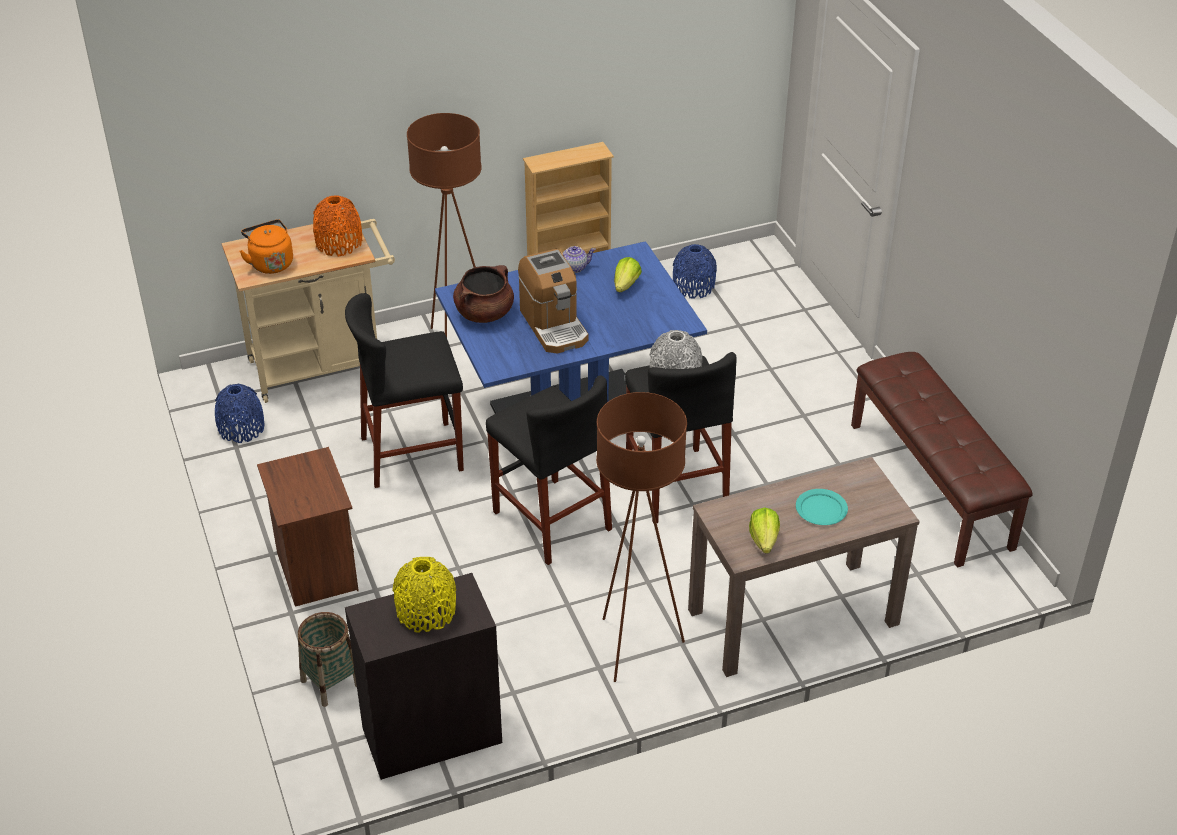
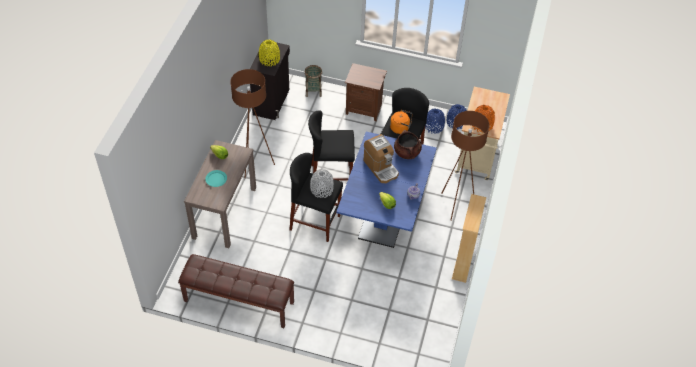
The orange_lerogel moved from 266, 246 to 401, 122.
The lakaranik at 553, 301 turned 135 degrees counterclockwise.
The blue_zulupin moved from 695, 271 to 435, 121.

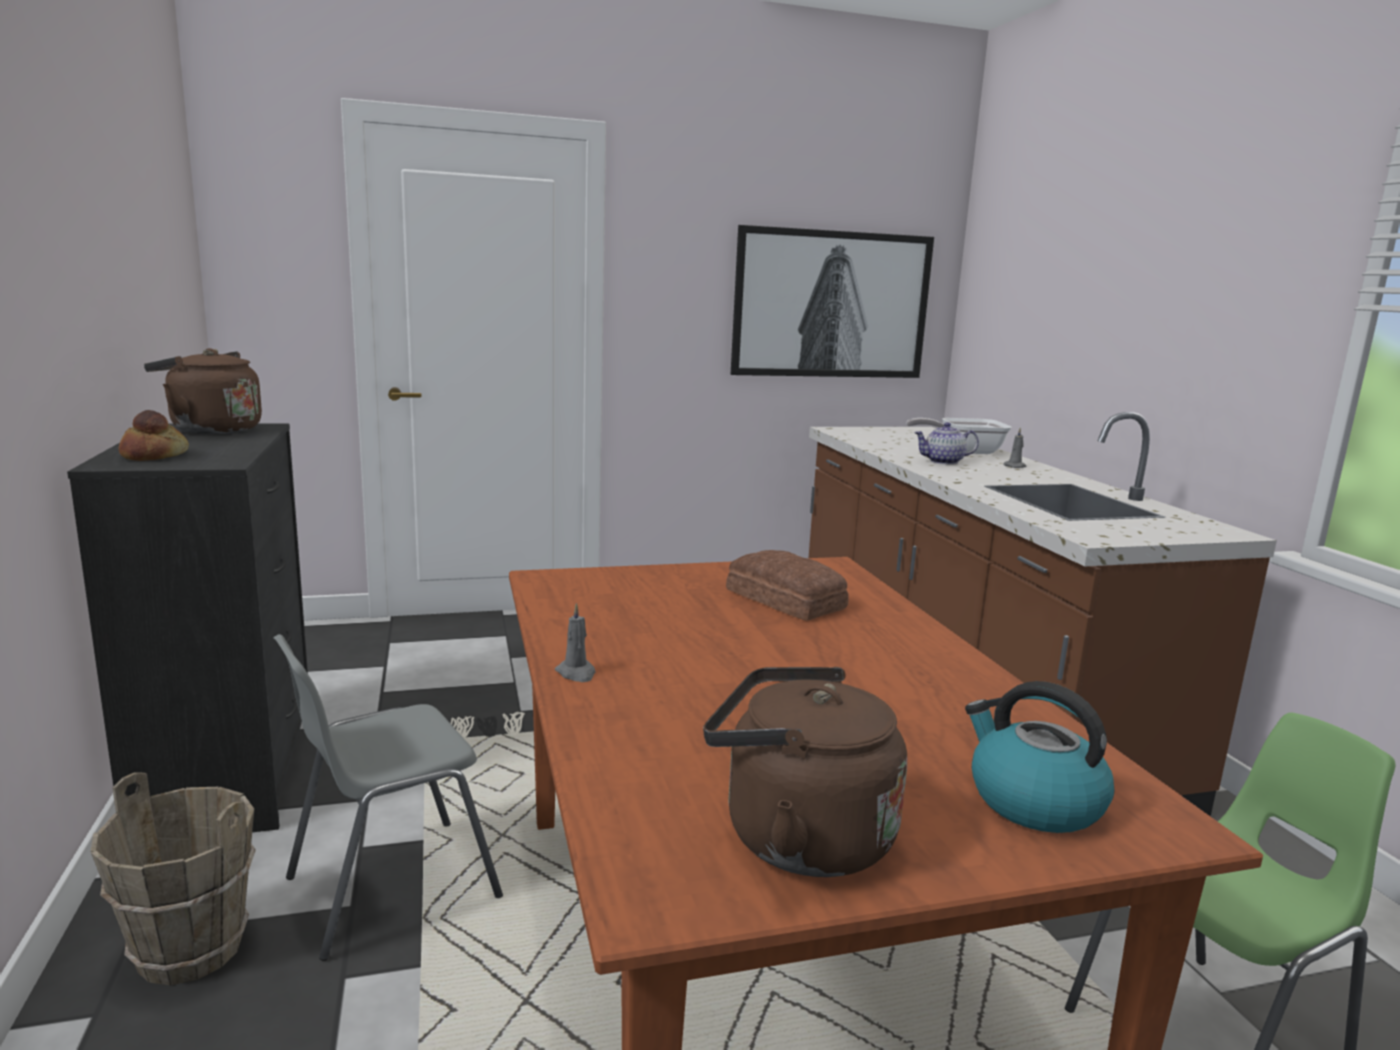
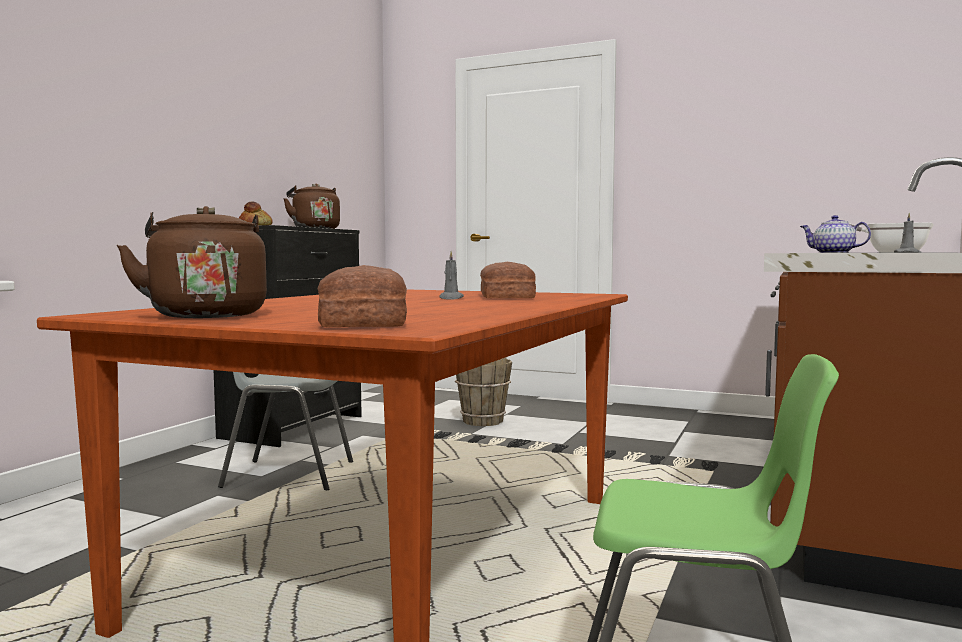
The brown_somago moved from 173, 878 to 483, 391.
The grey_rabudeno moved from 575, 642 to 451, 276.
The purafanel at 832, 301 disappeared.
The lerogel at 1040, 757 was replaced by the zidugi at 362, 296.

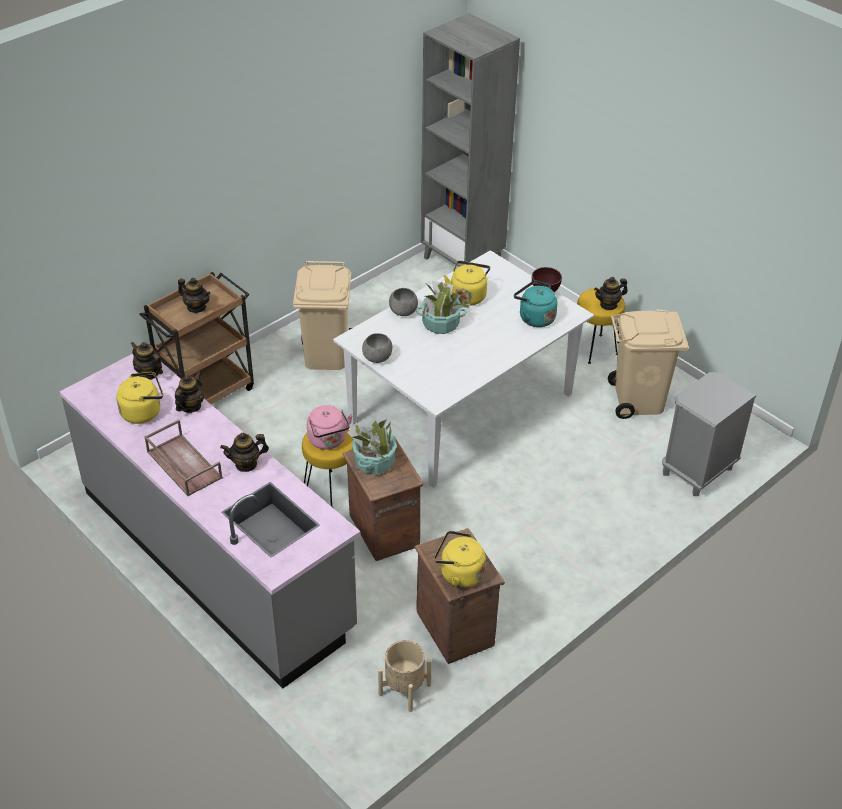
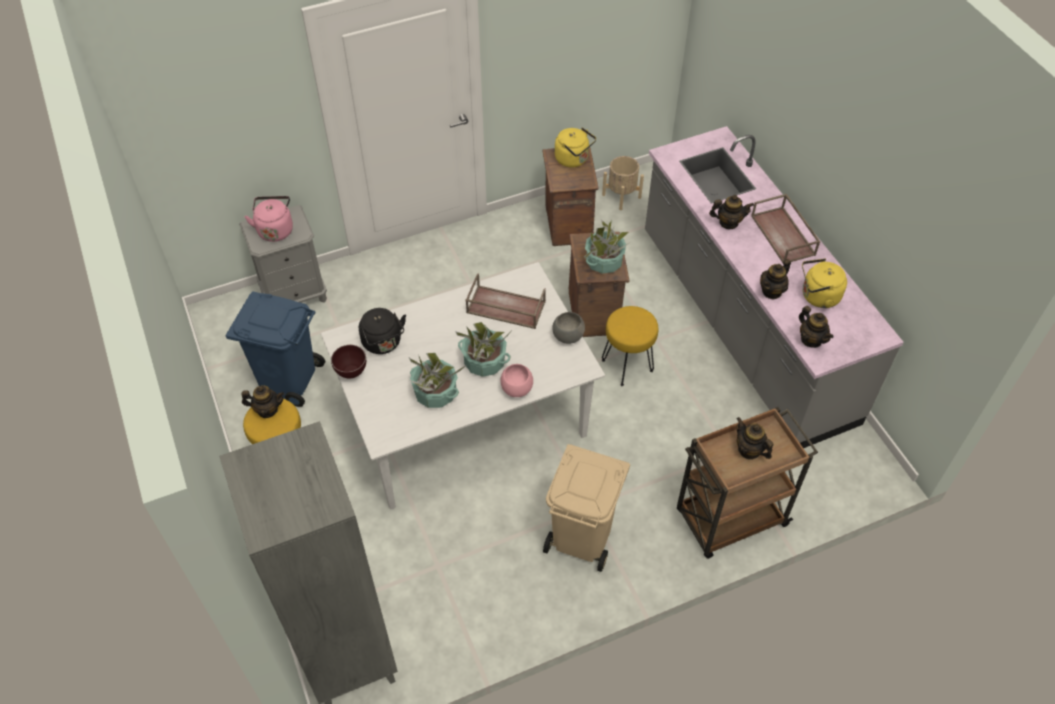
The pink_lerogel moved from 330, 427 to 268, 219.
The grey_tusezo at 403, 302 became the pink_tusezo at 516, 380.
The yellow_lerogel at 467, 283 was replaced by the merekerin at 437, 380.
The turquoise_lerogel at 536, 303 became the black_lerogel at 382, 331.
The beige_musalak at 648, 364 became the blue_musalak at 275, 349.
The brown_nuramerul at 505, 301 appeared.

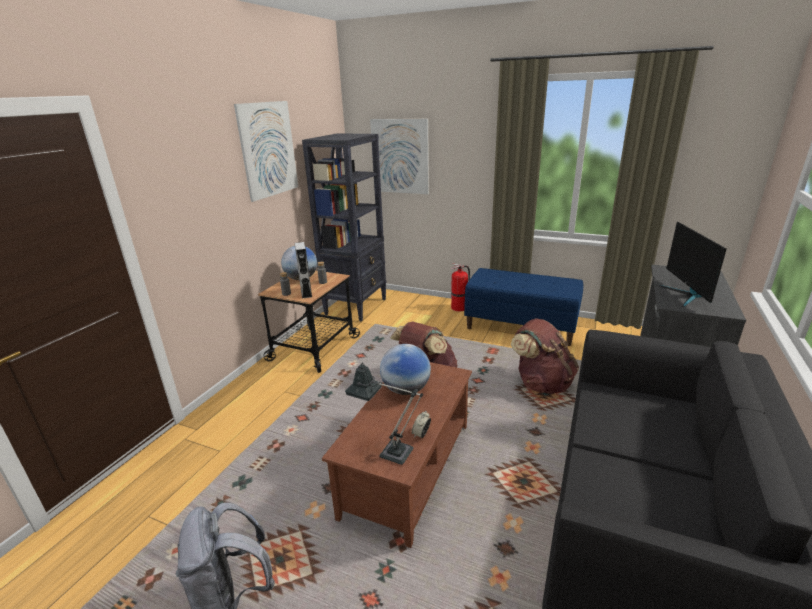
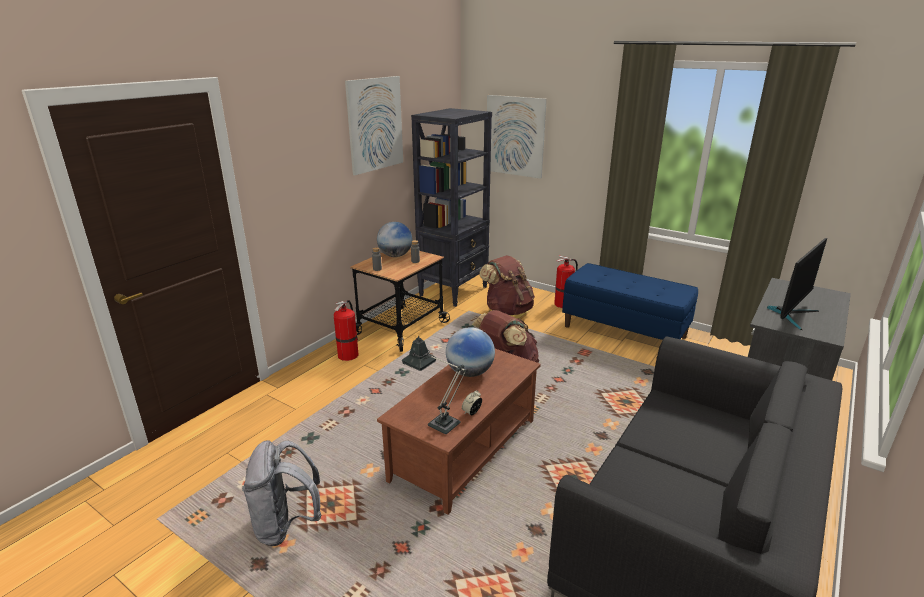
The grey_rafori at 303, 270 disappeared.
The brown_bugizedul moved from 545, 356 to 507, 285.
The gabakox at 693, 264 turned 150 degrees counterclockwise.
The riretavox at 346, 330 appeared.

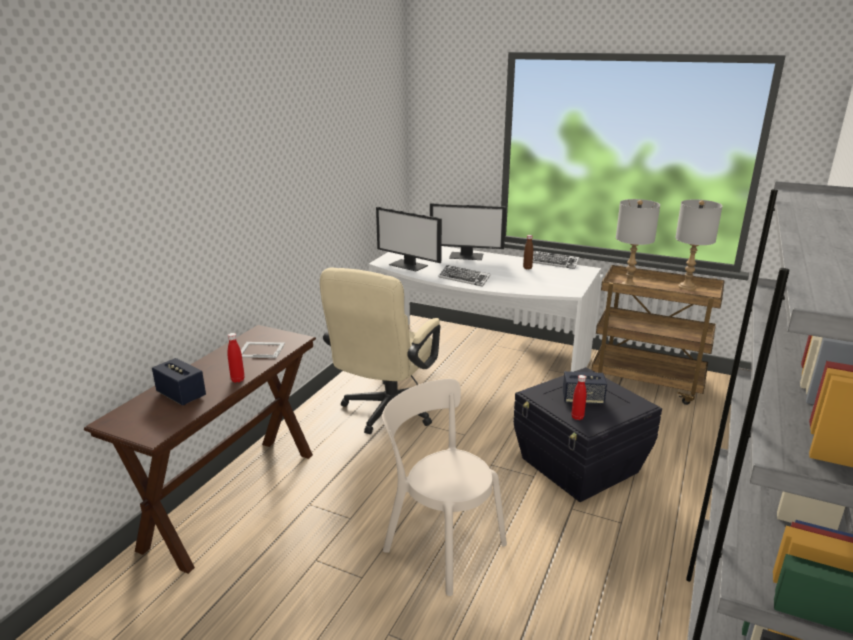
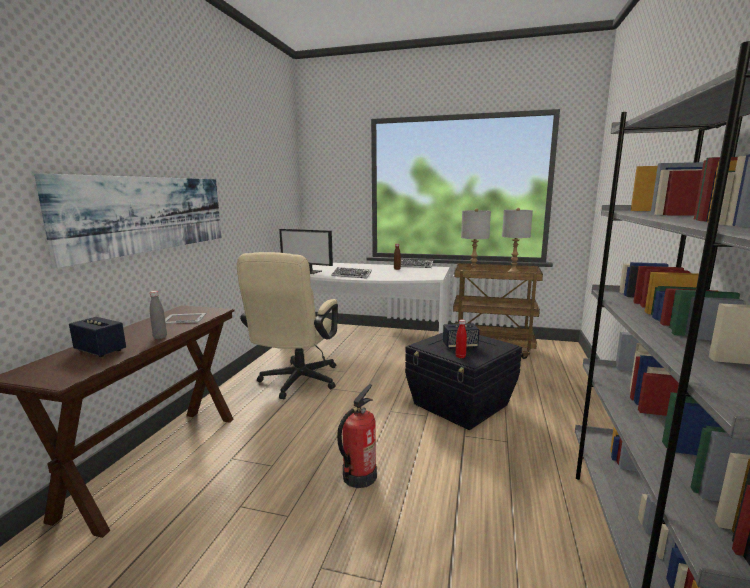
The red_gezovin at 236, 358 became the grey_gezovin at 158, 315.
The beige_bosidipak at 444, 487 was replaced by the riretavox at 357, 436.
The gabakox at 468, 231 disappeared.
The purafanel at 128, 220 appeared.

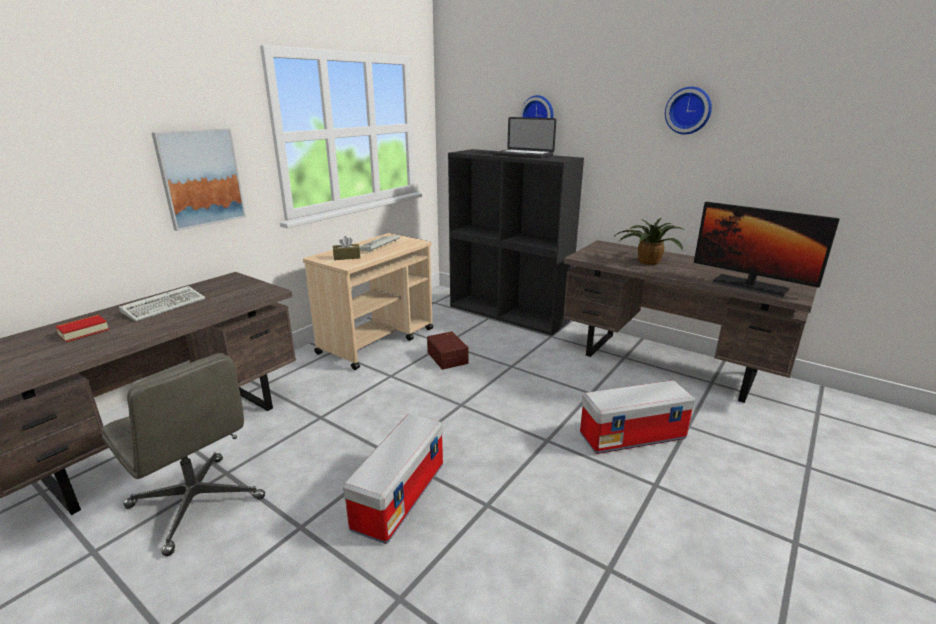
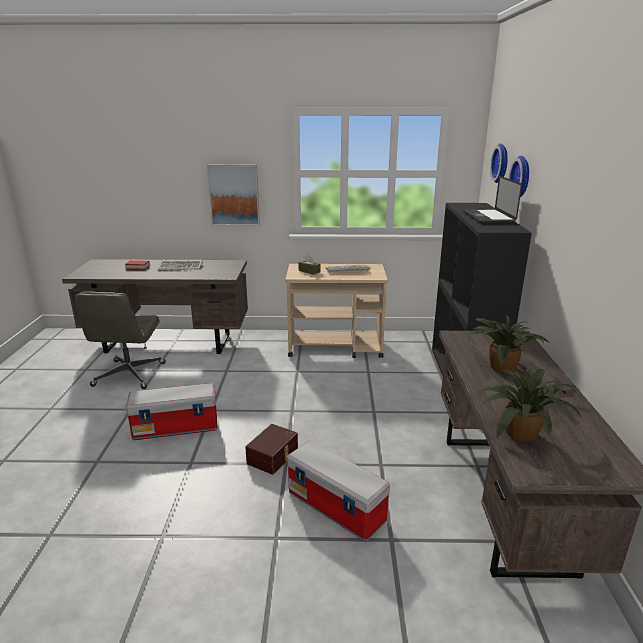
The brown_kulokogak moved from 448, 350 to 271, 449.
The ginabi moved from 688, 110 to 499, 163.
The gabakox at 767, 250 was replaced by the merekerin at 528, 405.

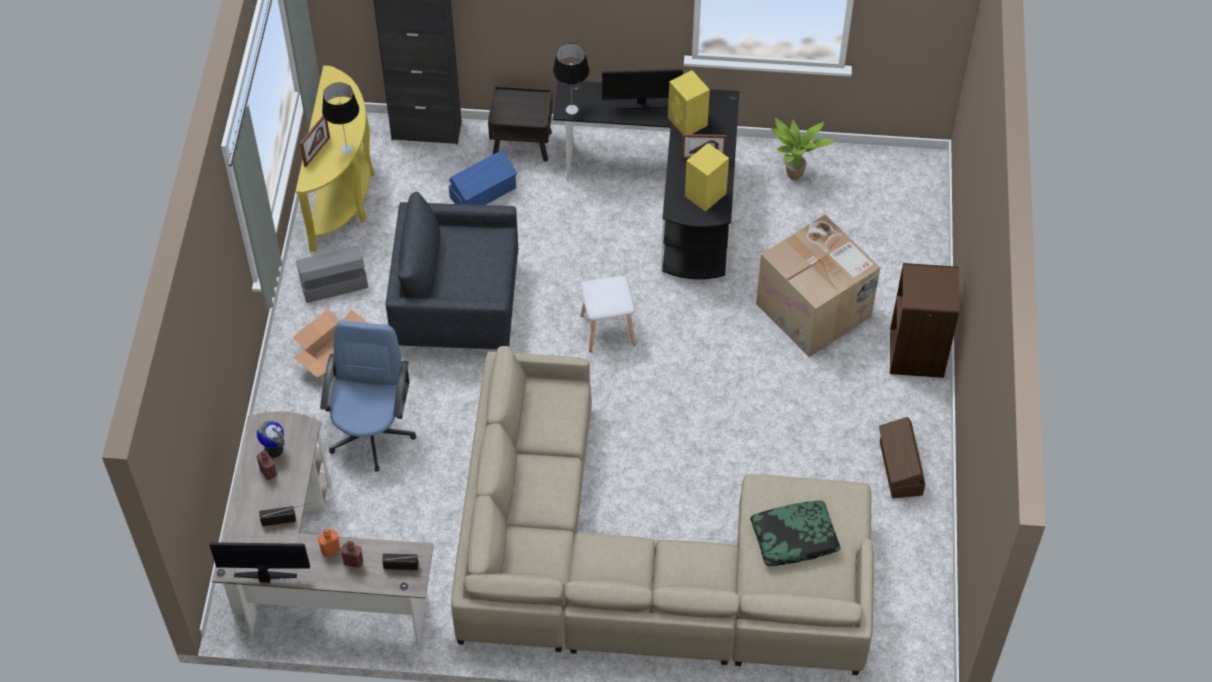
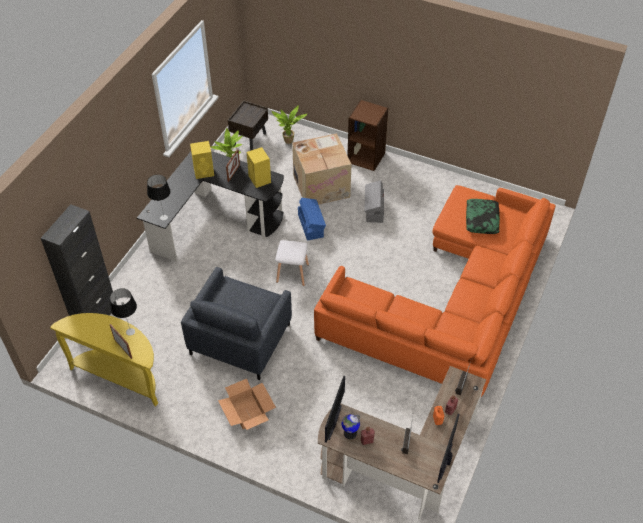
The grey_kulokogak moved from 332, 274 to 374, 201.
The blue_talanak at 368, 396 disappeared.
The blue_kulokogak moved from 483, 177 to 312, 219.
The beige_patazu at 662, 510 became the orange_patazu at 435, 291.
The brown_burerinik moved from 520, 123 to 248, 125.
The gabakox moved from 642, 89 to 335, 409.
The brown_kulokogak at 902, 457 disappeared.
The merekerin at 289, 124 appeared.

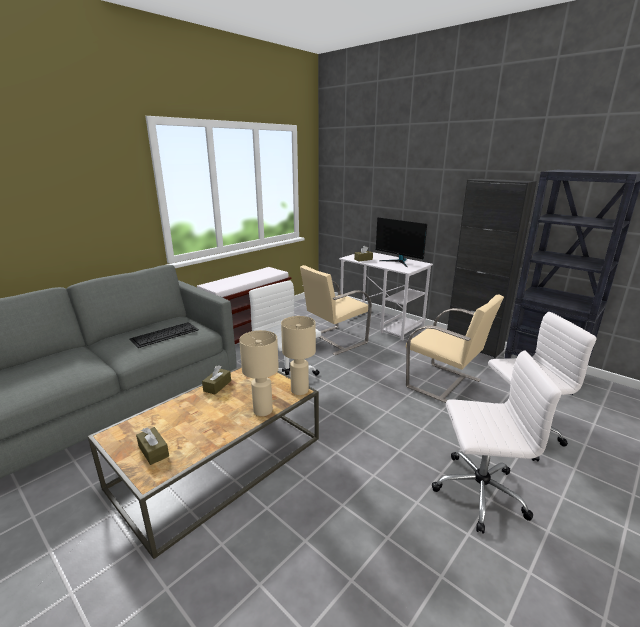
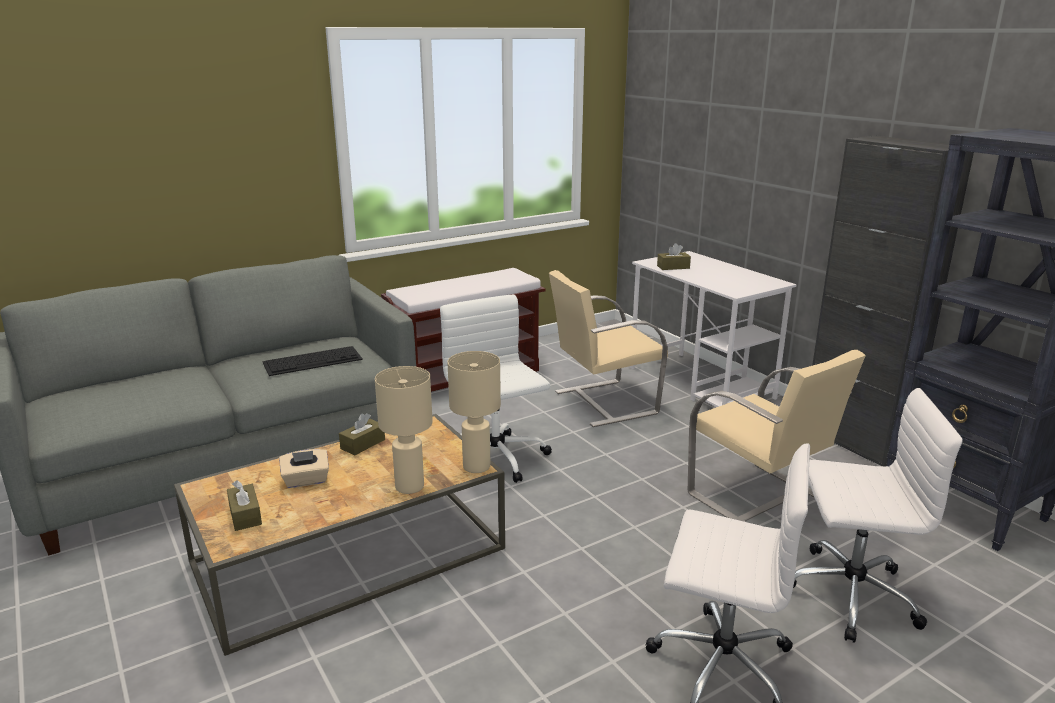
The gabakox at 401, 242 disappeared.
The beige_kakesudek at 304, 468 appeared.

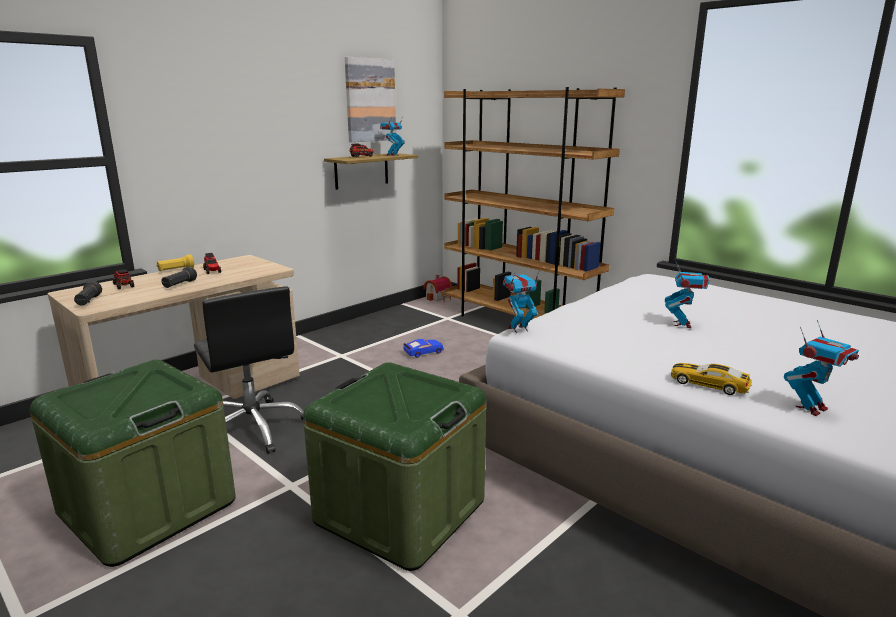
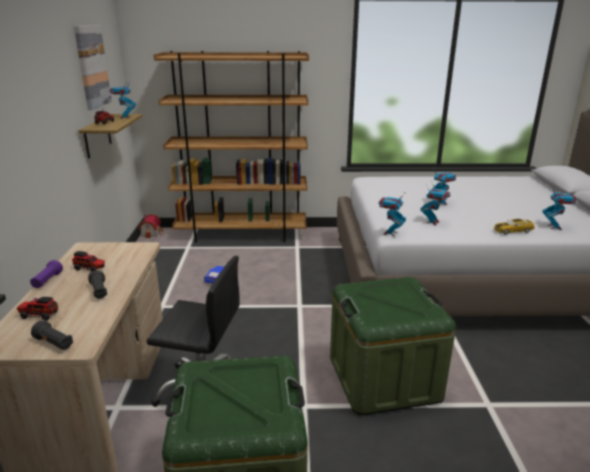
The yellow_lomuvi at 175, 262 became the purple_lomuvi at 46, 274.
The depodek at 435, 202 appeared.

